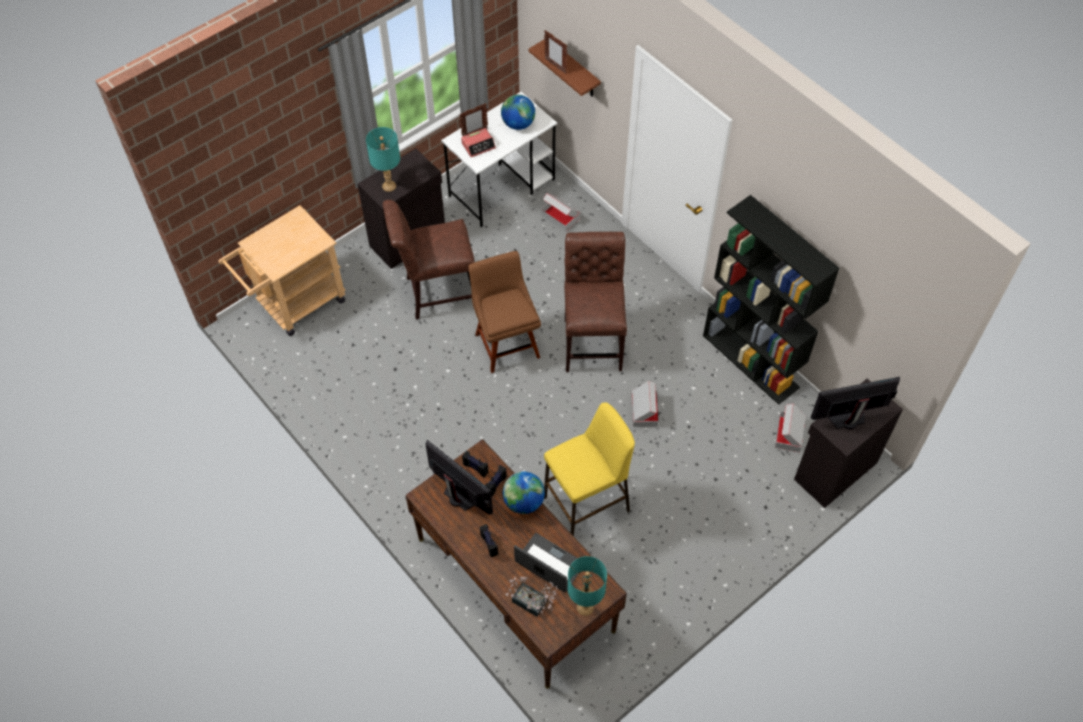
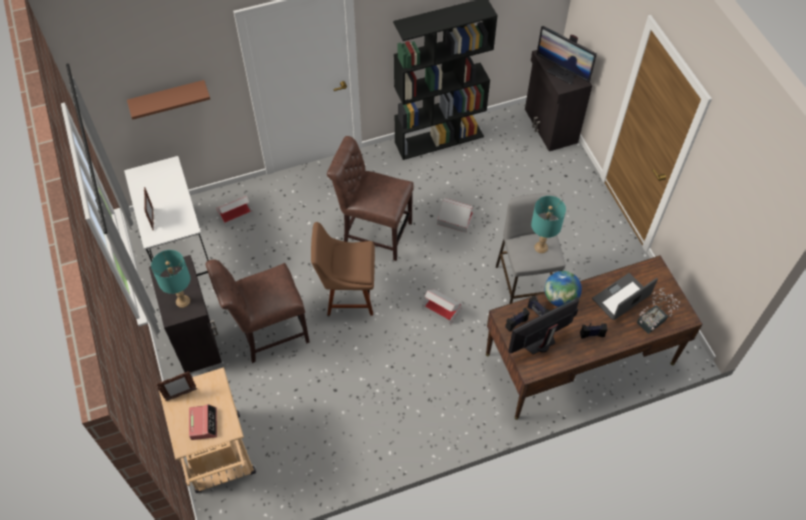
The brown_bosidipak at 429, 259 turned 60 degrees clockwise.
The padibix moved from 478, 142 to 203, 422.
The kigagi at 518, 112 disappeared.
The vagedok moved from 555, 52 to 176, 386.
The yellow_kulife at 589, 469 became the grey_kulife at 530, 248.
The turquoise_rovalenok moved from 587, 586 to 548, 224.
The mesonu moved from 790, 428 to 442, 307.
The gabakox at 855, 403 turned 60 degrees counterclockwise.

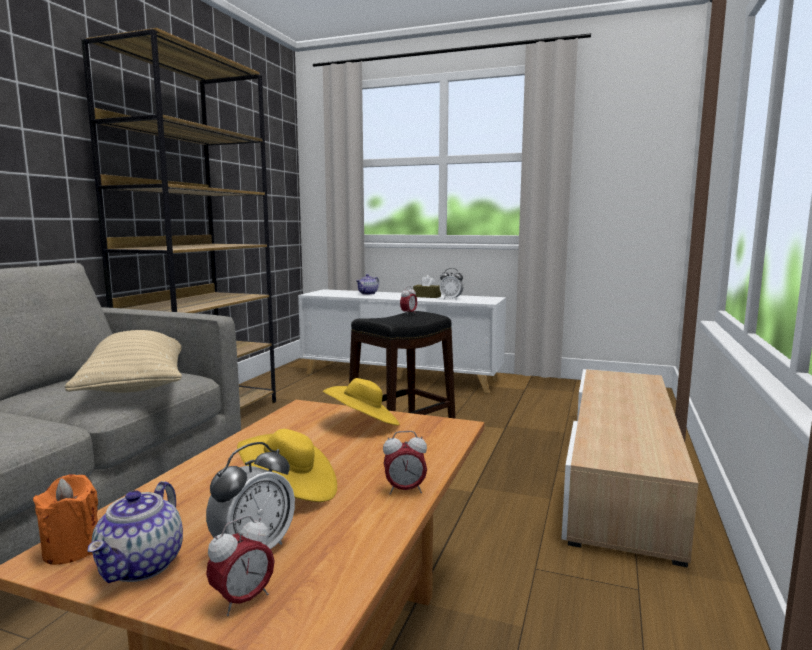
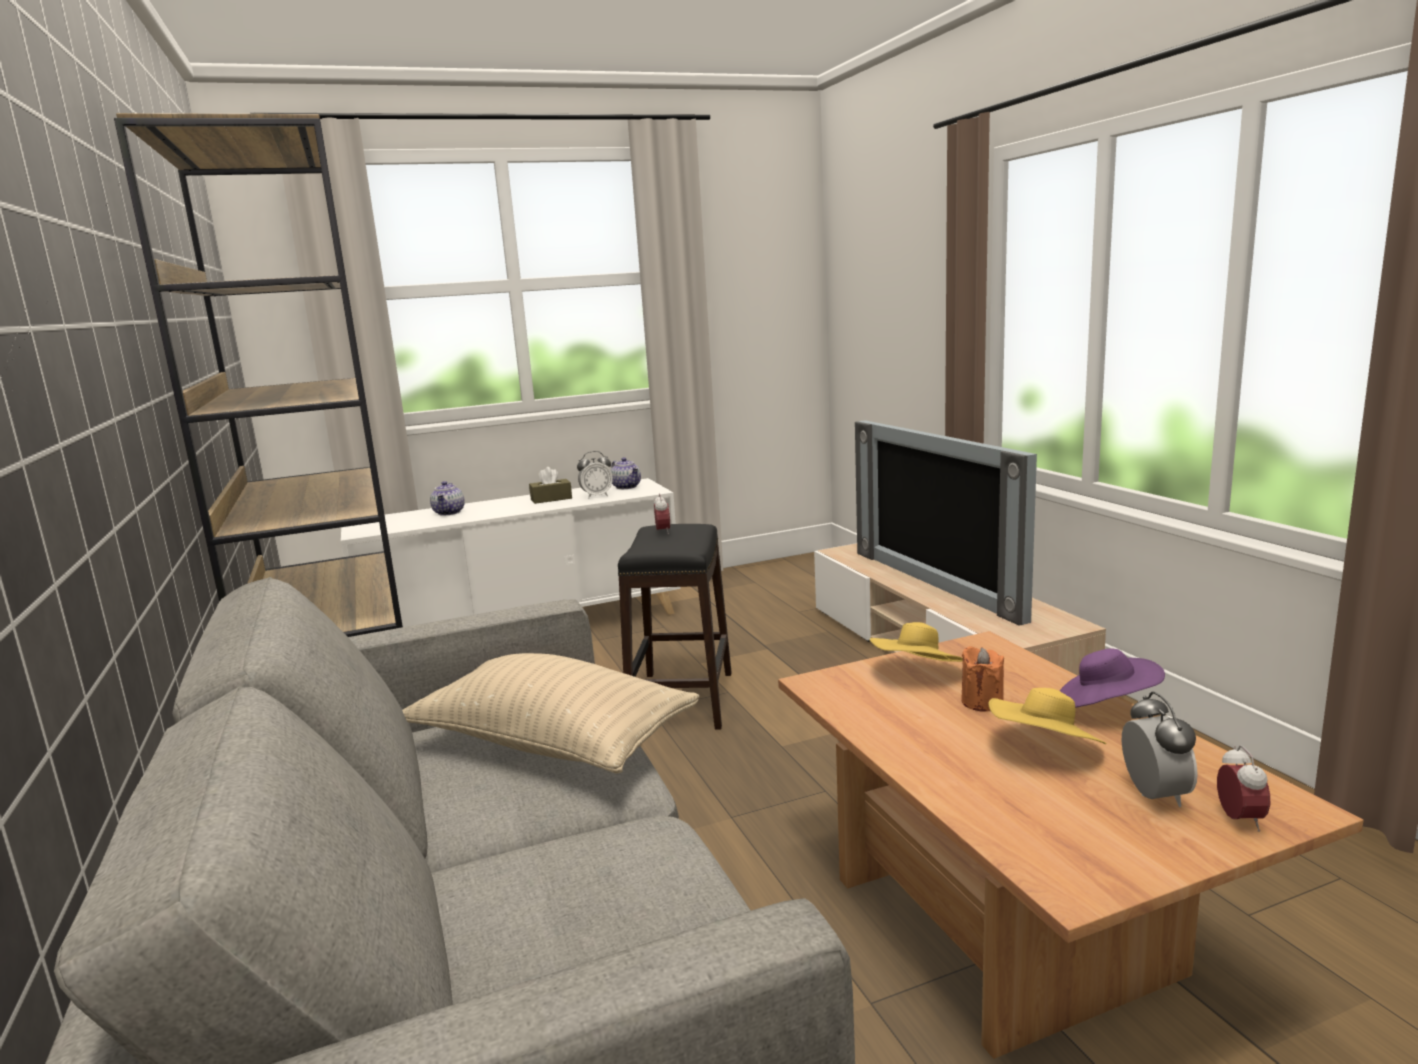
The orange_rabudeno moved from 65, 519 to 982, 679.
The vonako moved from 135, 532 to 626, 473.
The padibix at 405, 462 was replaced by the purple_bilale at 1112, 678.
The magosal at 946, 523 appeared.

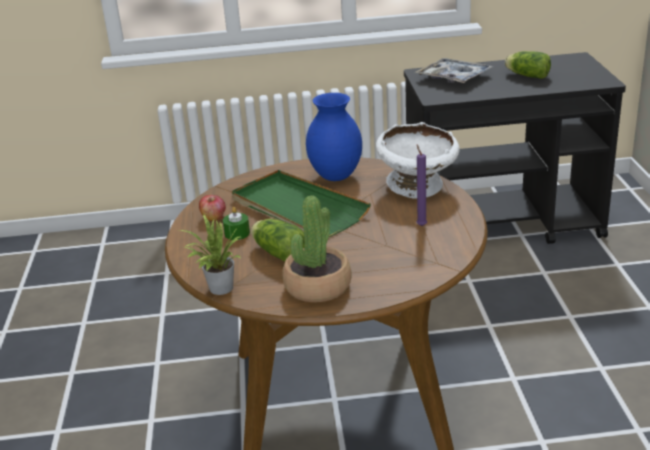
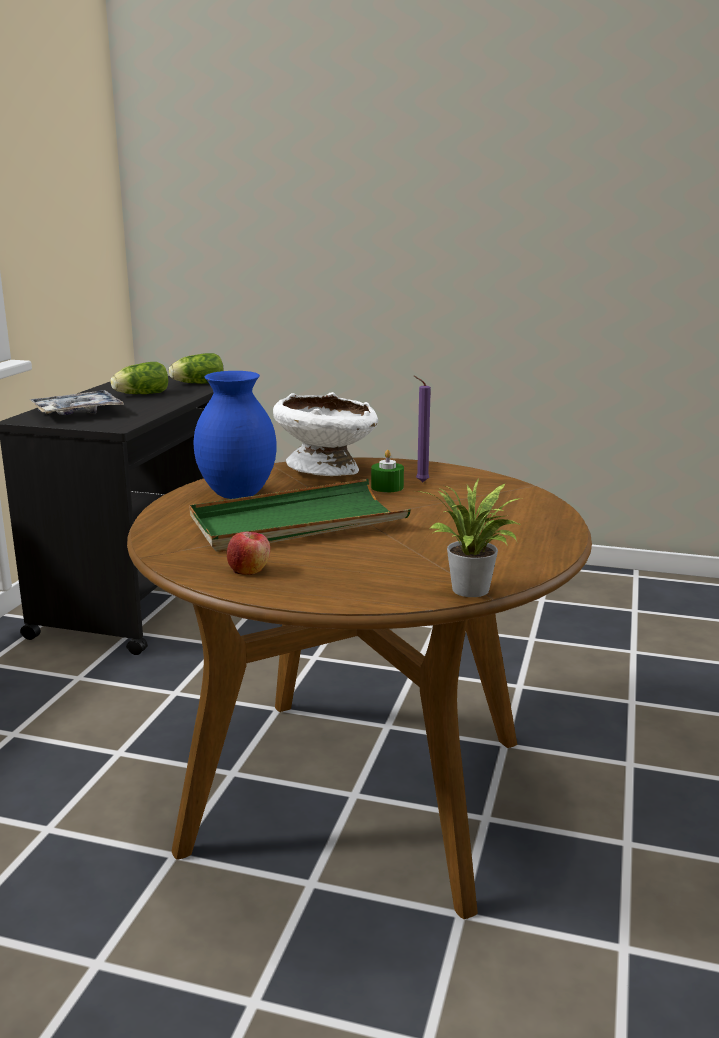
The green_rabudeno moved from 236, 223 to 387, 471.
The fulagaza moved from 277, 240 to 196, 368.
The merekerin at 317, 248 disappeared.

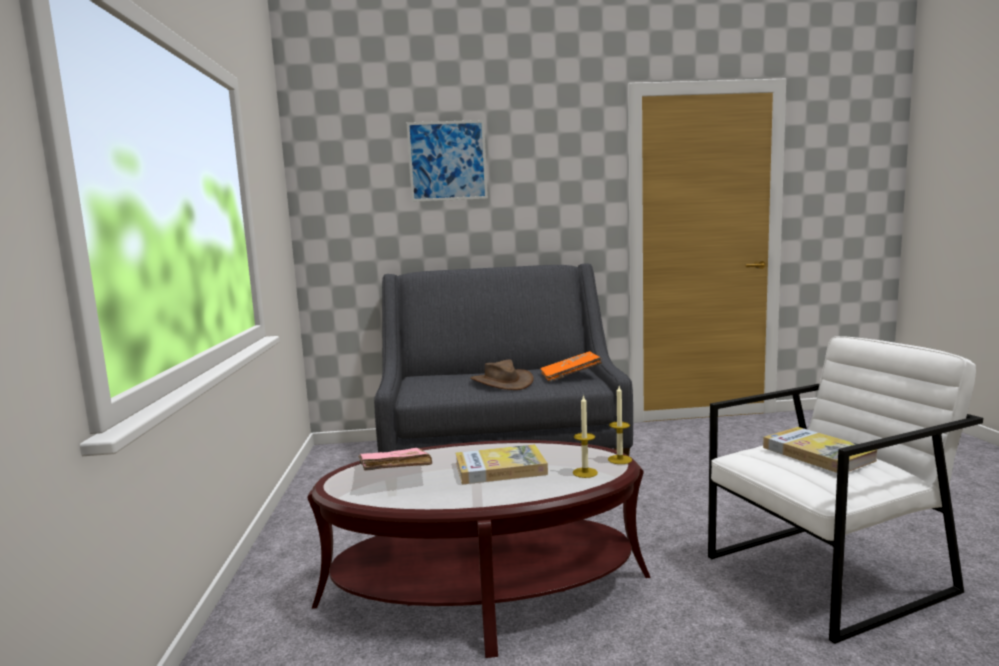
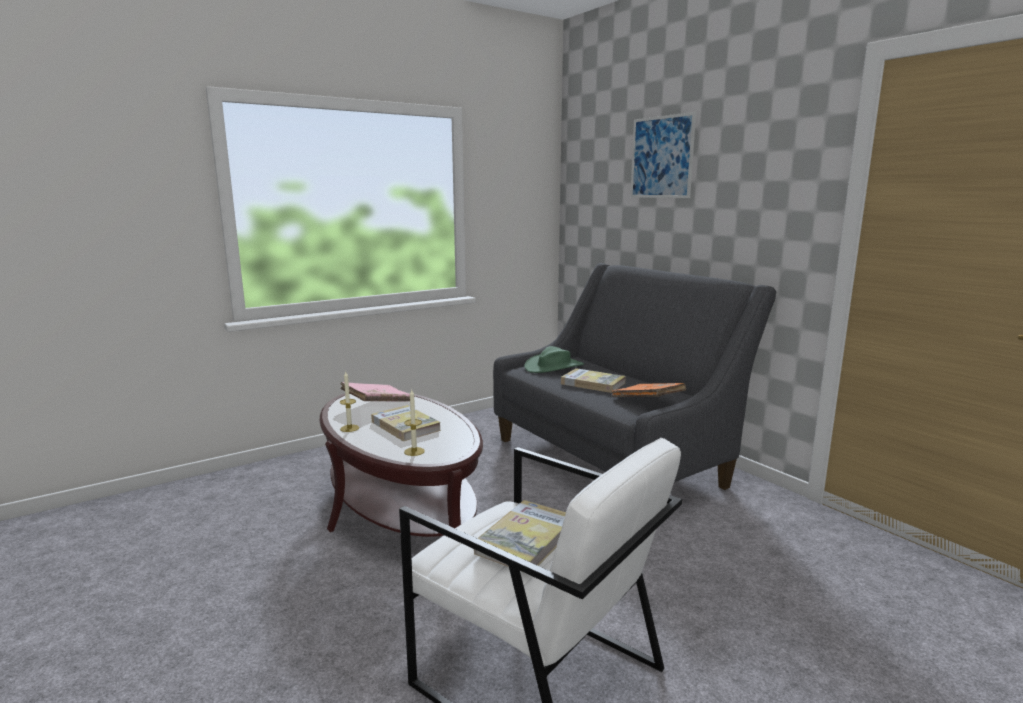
The brown_bilale at 502, 375 was replaced by the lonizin at 593, 380.
The rabudeno moved from 620, 425 to 349, 402.
The green_bilale at 554, 359 appeared.

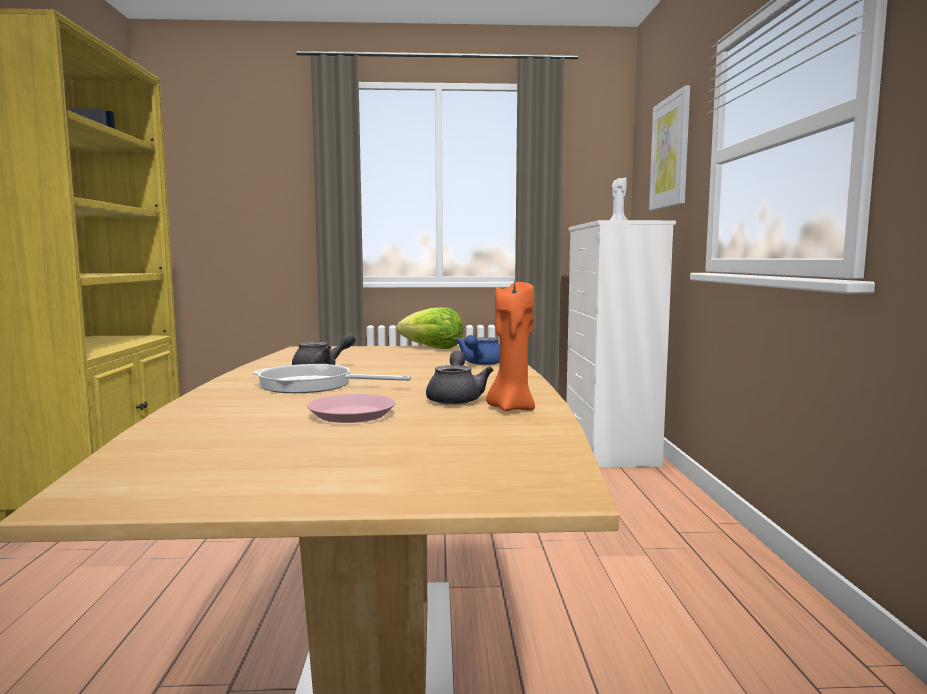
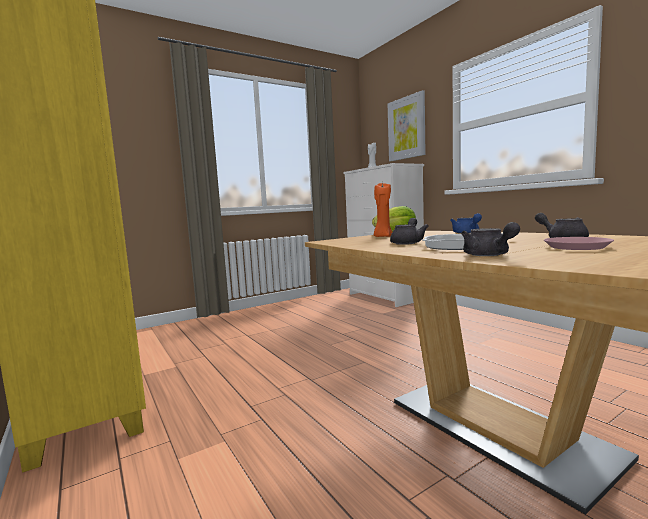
The orange_rabudeno moved from 510, 345 to 383, 209.
The grey_vonako at 490, 239 appeared.

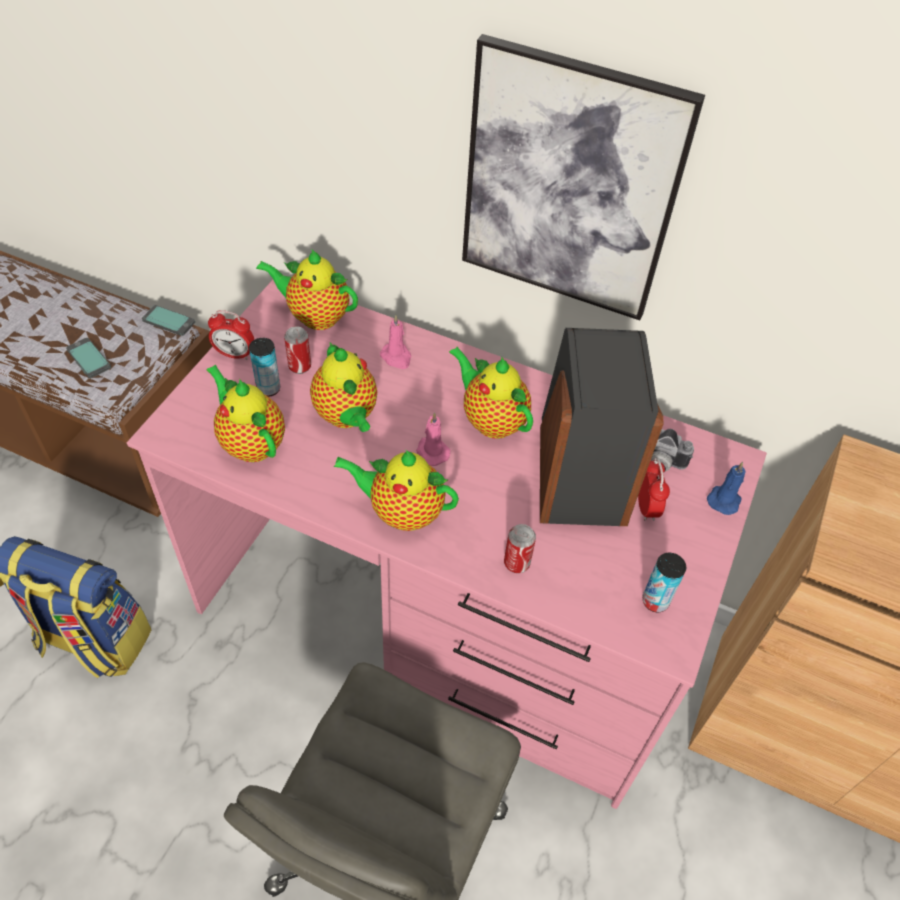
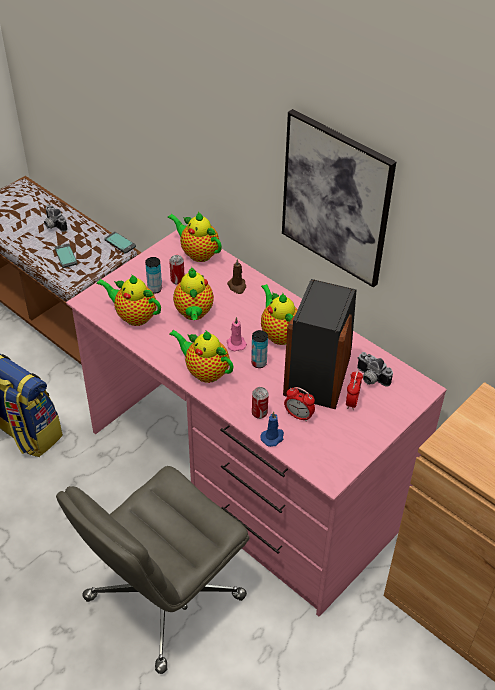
The vonako at 245, 413 turned 45 degrees counterclockwise.
The padibix moved from 231, 335 to 299, 404.
The pink_rabudeno at 395, 342 became the brown_rabudeno at 236, 276.
The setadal moved from 664, 582 to 259, 349.
The blue_rabudeno moved from 726, 488 to 272, 429.
The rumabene at 55, 218 appeared.

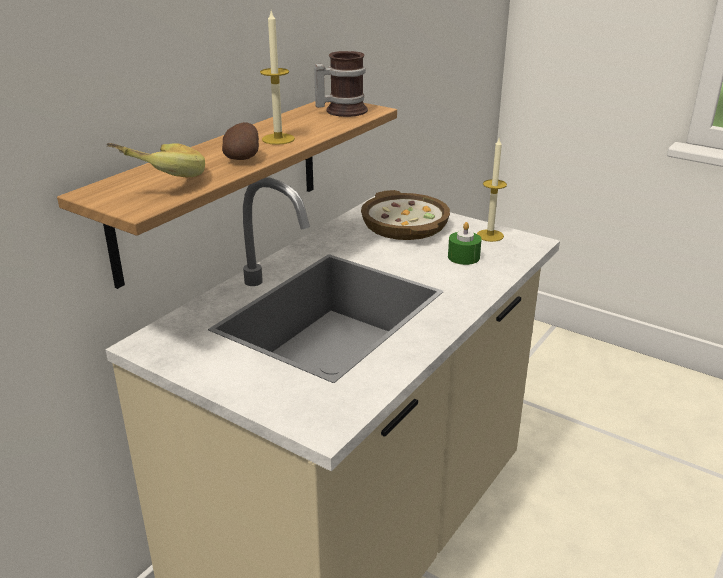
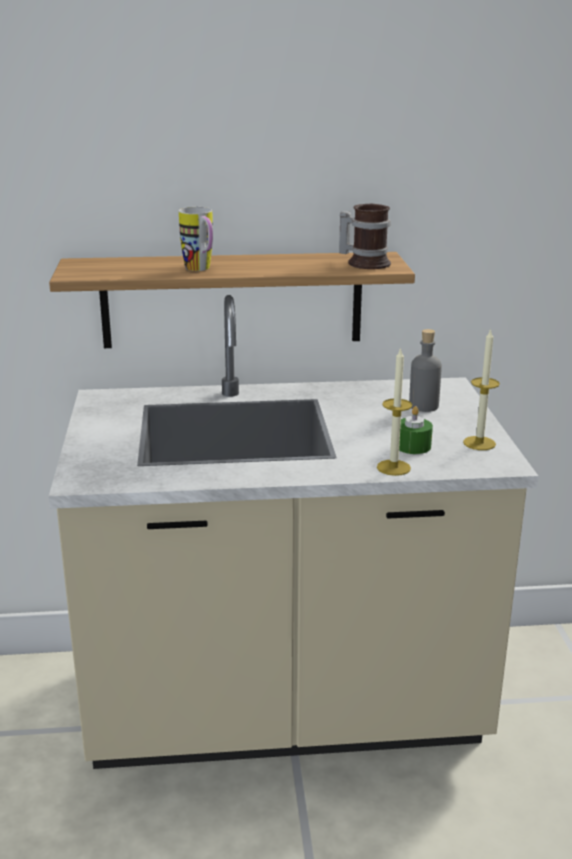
The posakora at 156, 160 disappeared.
The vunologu at 240, 141 was replaced by the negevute at 196, 239.
The rabudeno moved from 277, 78 to 394, 411.
The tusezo at 405, 215 was replaced by the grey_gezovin at 425, 370.

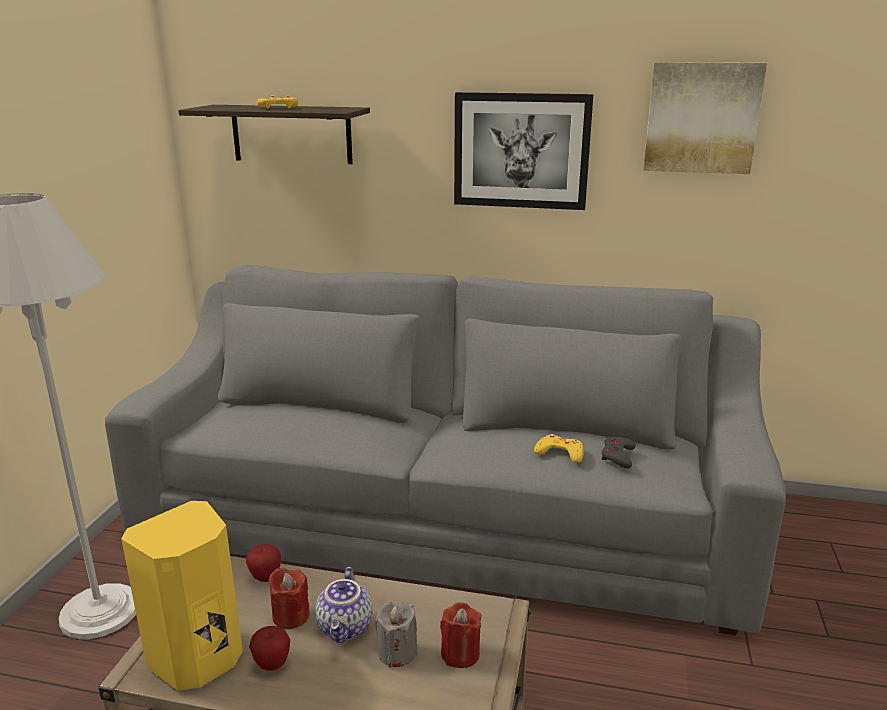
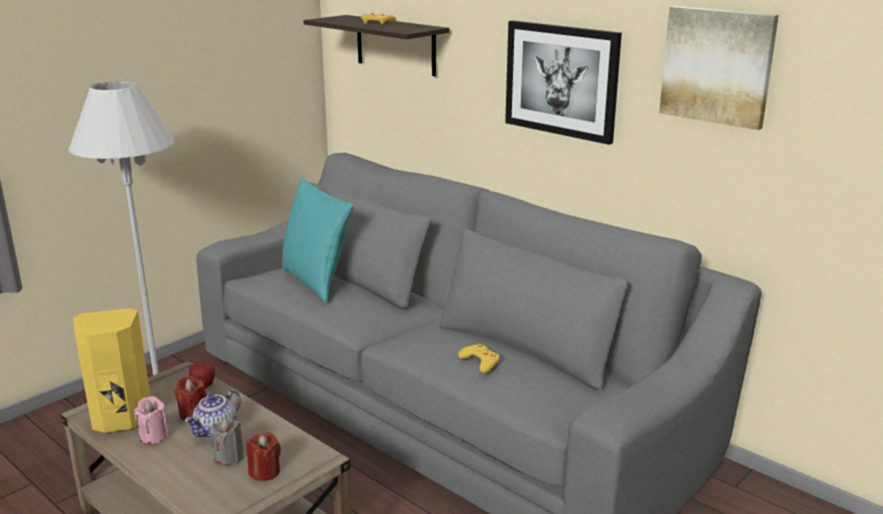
The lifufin at 269, 648 was replaced by the pink_rabudeno at 151, 420.
The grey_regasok at 619, 453 disappeared.
The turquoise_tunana at 317, 239 appeared.

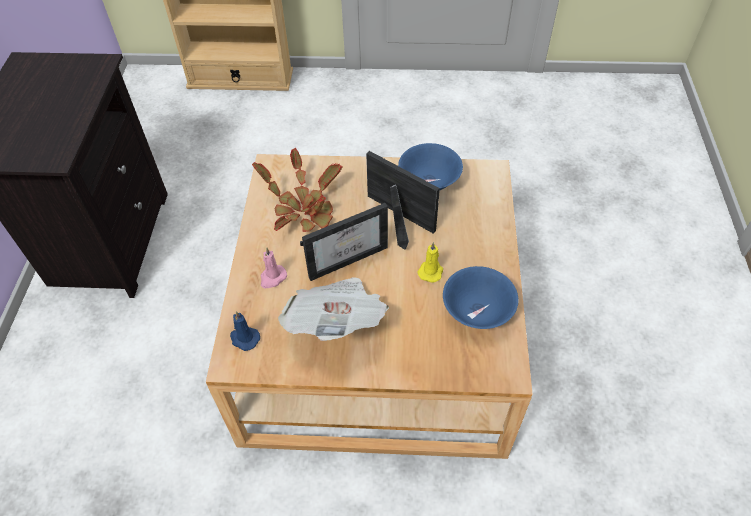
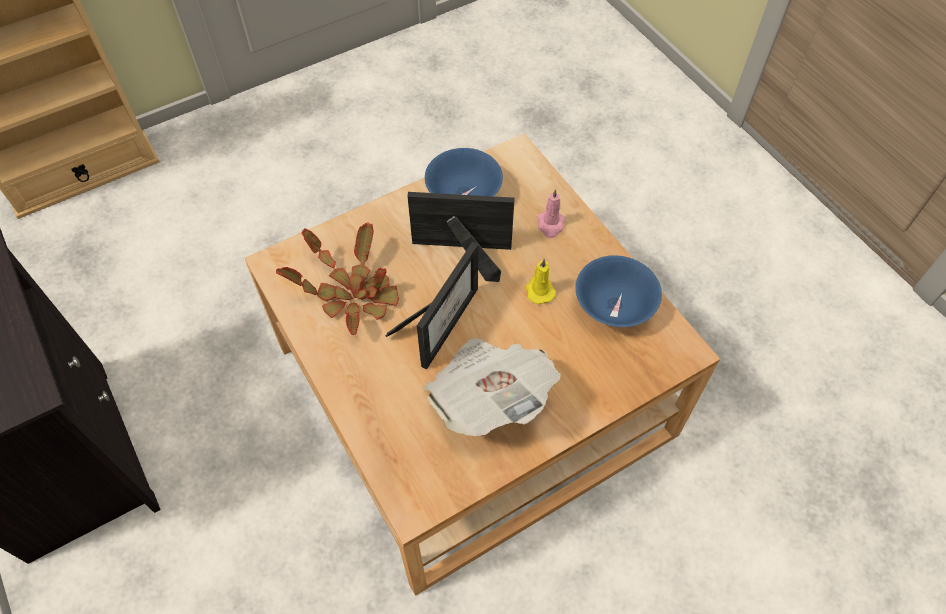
The blue_rabudeno at 245, 331 disappeared.
The pink_rabudeno moved from 273, 267 to 551, 213.

